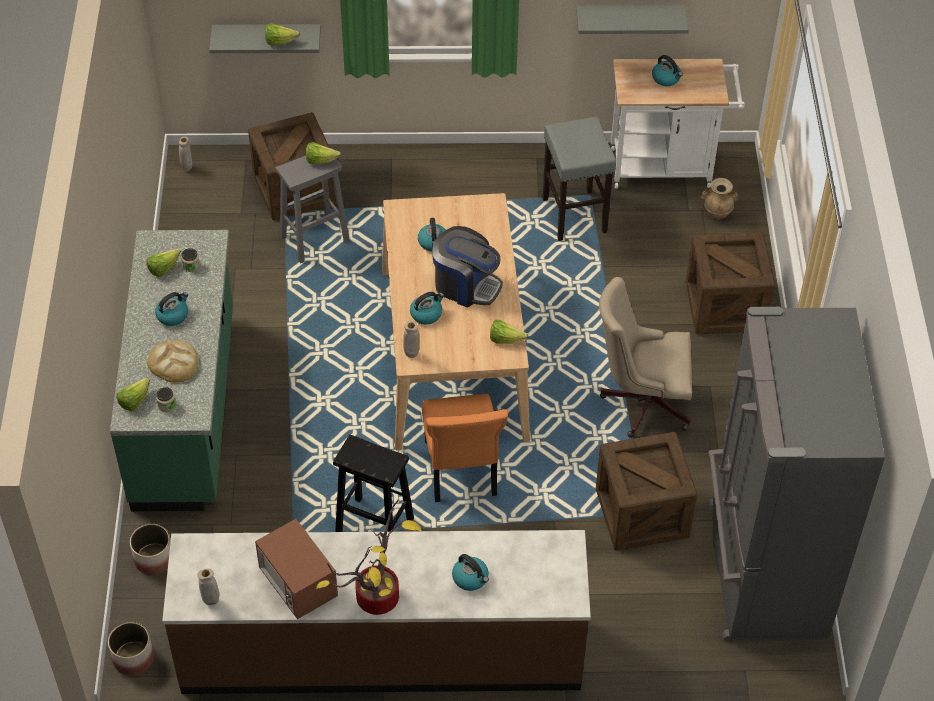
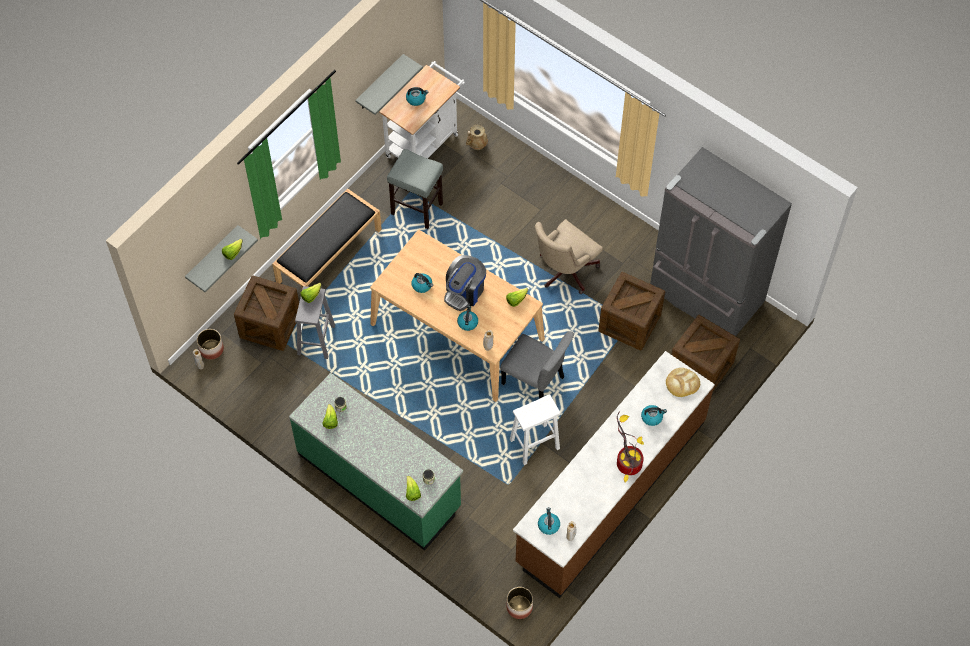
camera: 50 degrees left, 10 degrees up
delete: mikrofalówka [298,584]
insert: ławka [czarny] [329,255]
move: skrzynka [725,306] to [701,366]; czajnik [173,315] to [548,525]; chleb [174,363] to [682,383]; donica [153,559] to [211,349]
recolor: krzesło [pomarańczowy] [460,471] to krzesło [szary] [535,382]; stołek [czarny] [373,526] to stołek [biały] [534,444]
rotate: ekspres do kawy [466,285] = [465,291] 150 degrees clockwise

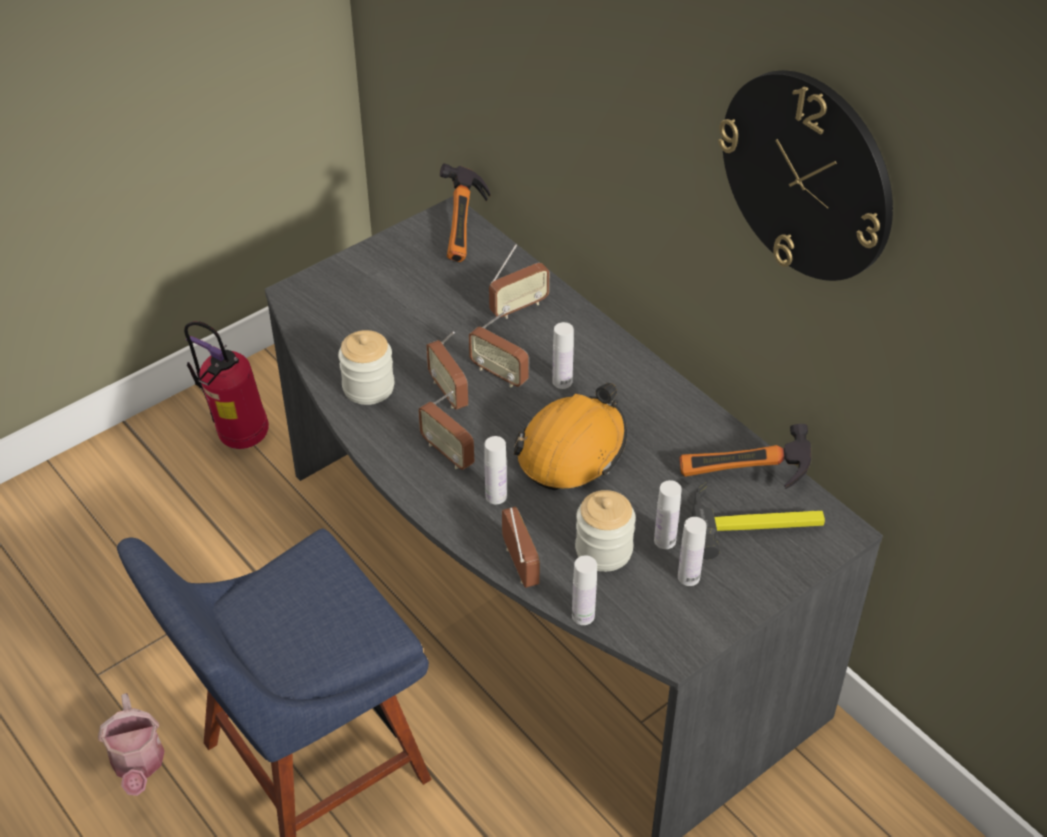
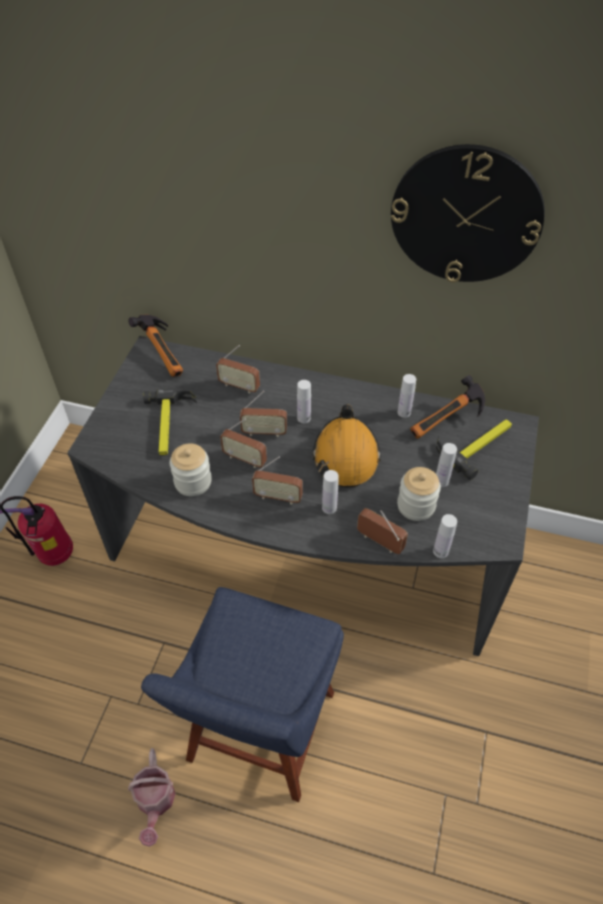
camera: 35 degrees left, 5 degrees up
insert: młotek [169,425]
move: butelka [biały] [688,577] to [404,412]
rotate: radio [519,307] = [239,386] 90 degrees clockwise; konewka [138,765] = [156,802] 45 degrees clockwise

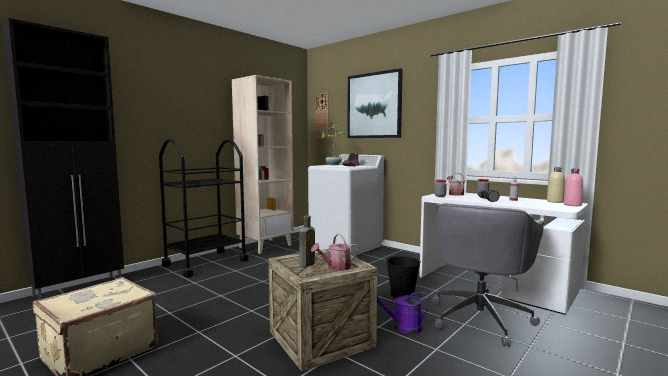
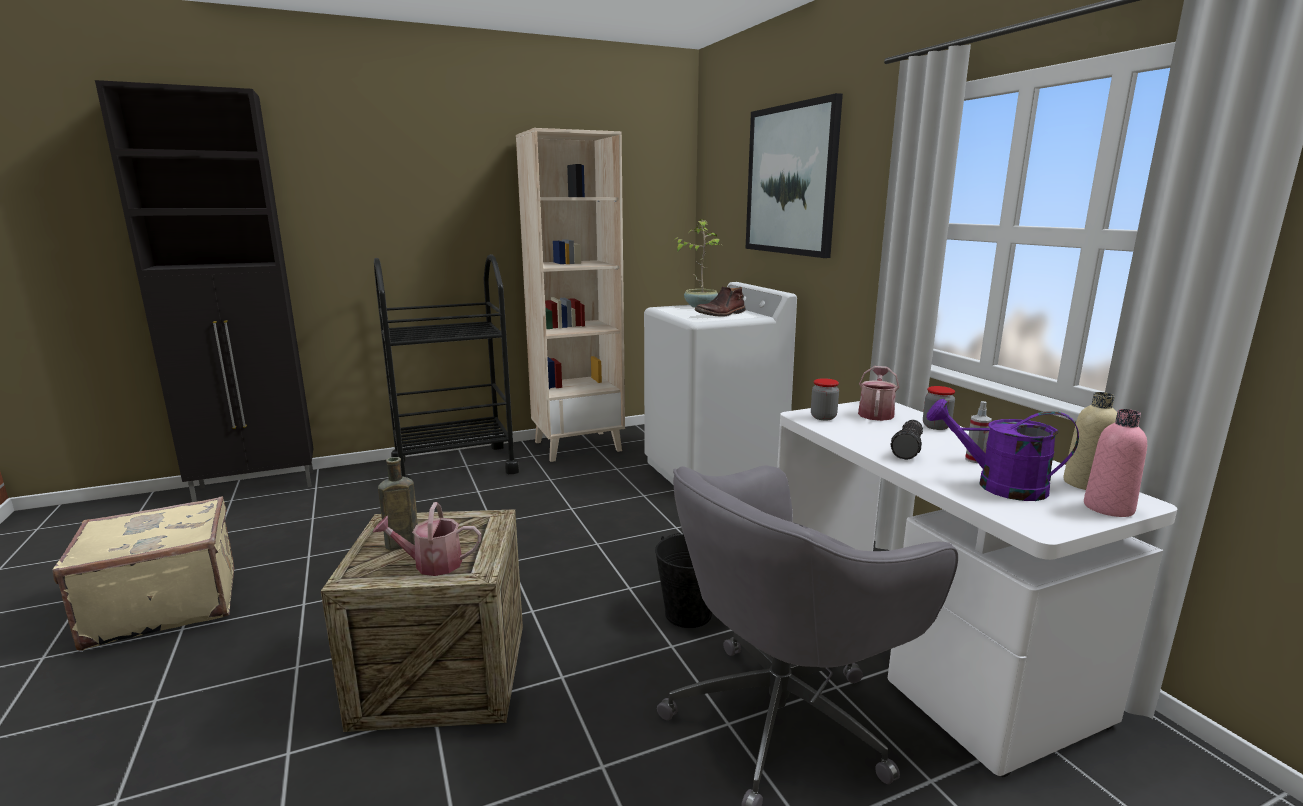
camera: 25 degrees right, 10 degrees up
delete: zegar ścienny [322,116]
move: konewka [fioletowy] [402,327] to [998,486]

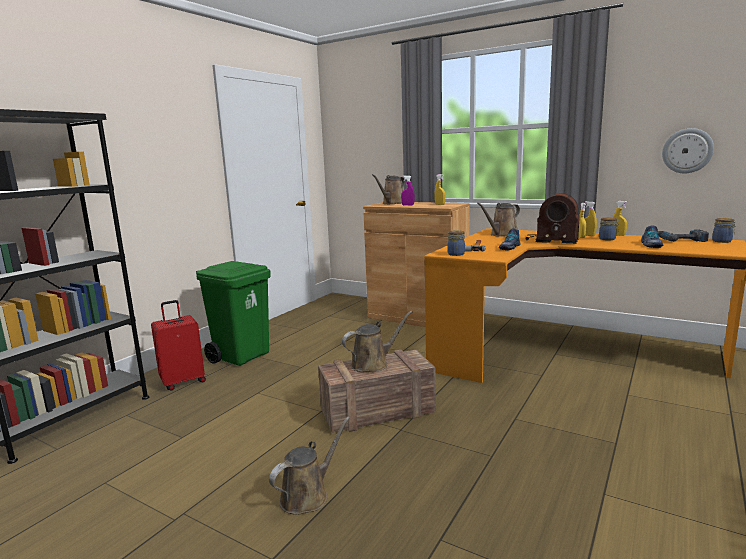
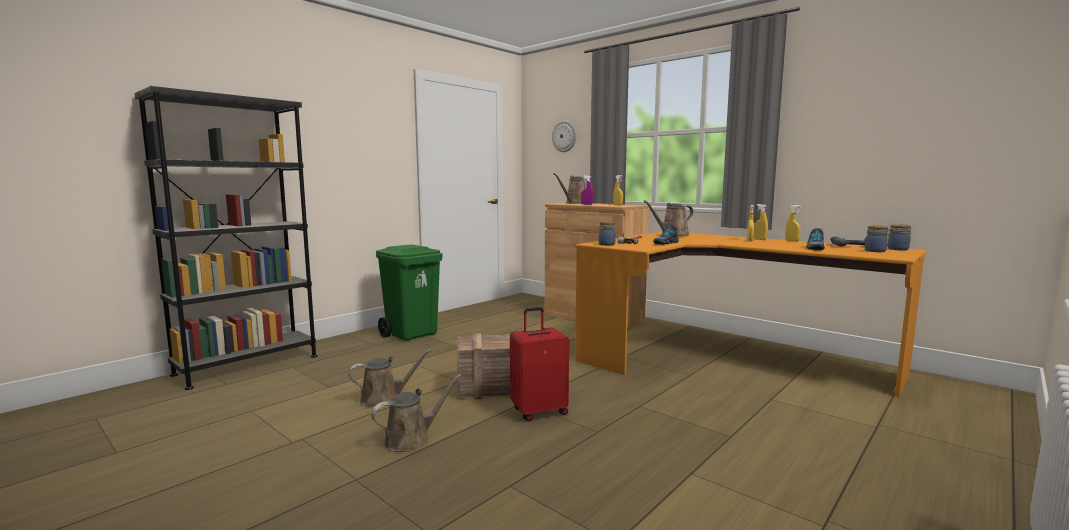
camera: 10 degrees right, 5 degrees down
delete: radio [551,240]
move: zegar ścienny [687,151] to [564,136]; słoik [608,239] to [876,251]; walizka [czerwony] [183,382] to [539,411]; konewka [brązowy] [373,364] to [384,399]

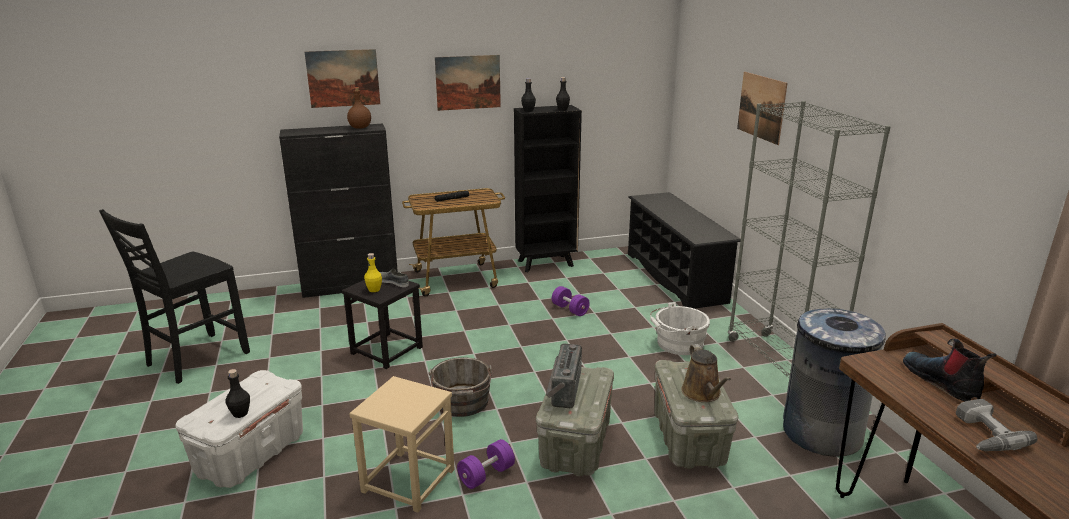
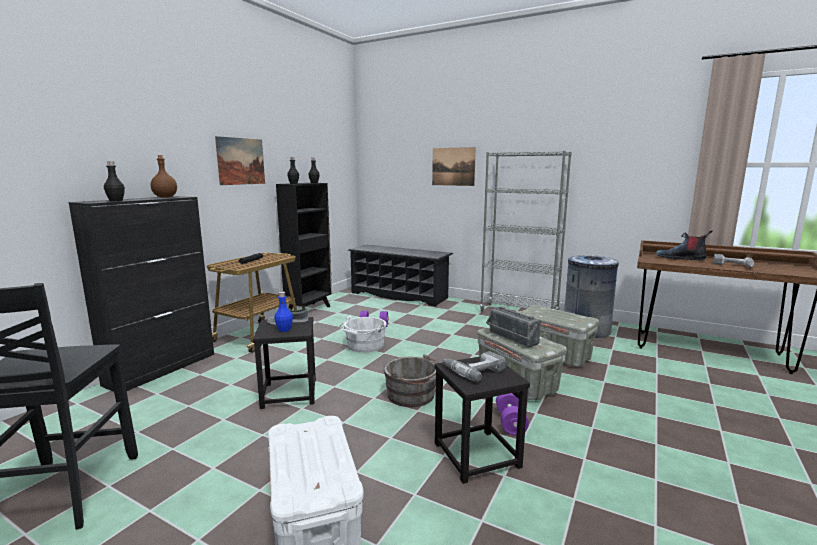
camera: 45 degrees left, 10 degrees down
delete: obraz [343,78]; konewka [brązowy] [702,393]
insert: wiertarka [473,369]
move: wiadro [biały] [677,344] to [364,346]; butelka [czarny] [240,413] to [116,200]
recolor: butelka [żółty] [374,290] to butelka [niebieski] [284,330]; stołek [beżowy] [408,480] to stołek [czarny] [476,455]

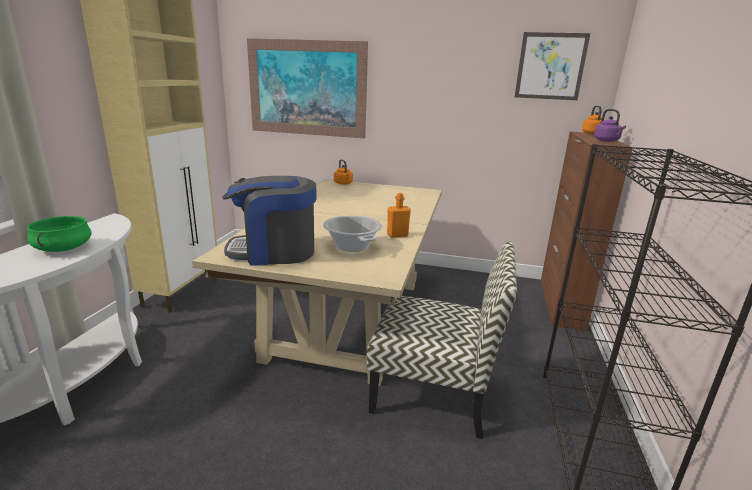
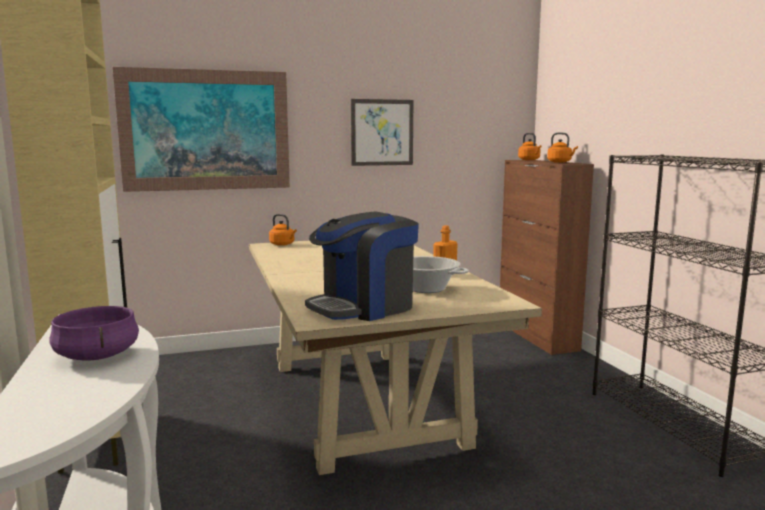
camera: 30 degrees left, 10 degrees down
delete: krzesło [434,392]
move: obraz [550,66] to [382,132]
recolor: czajnik [fioletowy] [607,140] to czajnik [pomarańczowy] [560,162]; garnek [zielony] [64,248] to garnek [fioletowy] [98,355]

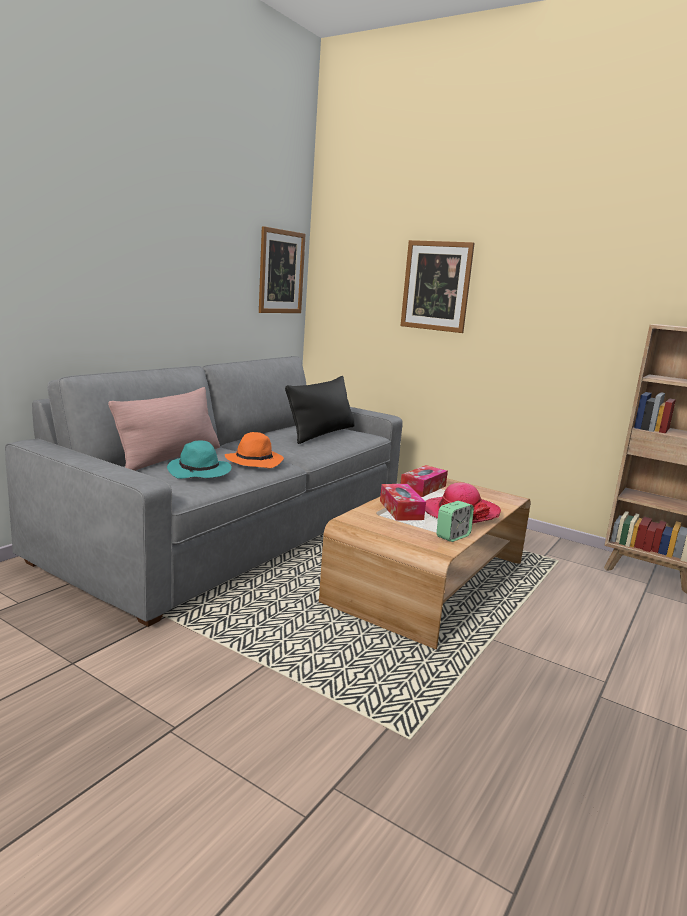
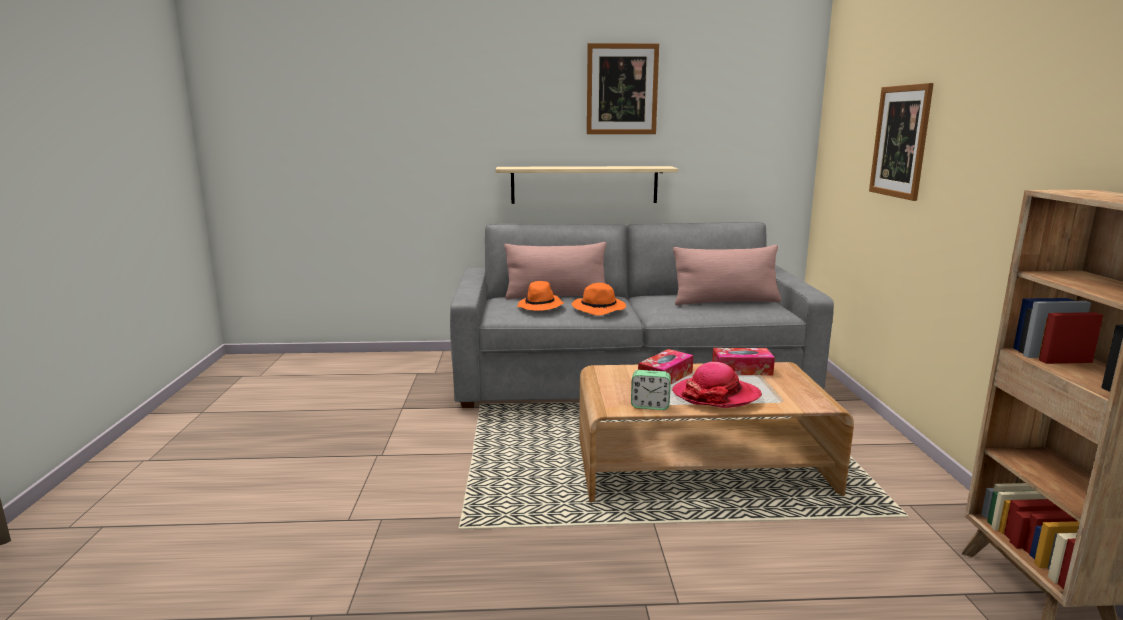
camera: 55 degrees right, 0 degrees up
insert: półka [584,184]
move: obraz [281,272] to [622,89]
recolor: poduszka [czarny] [321,433] to poduszka [różowy] [726,301]; kapelusz [turkusowy] [200,472] to kapelusz [pomarańczowy] [540,307]

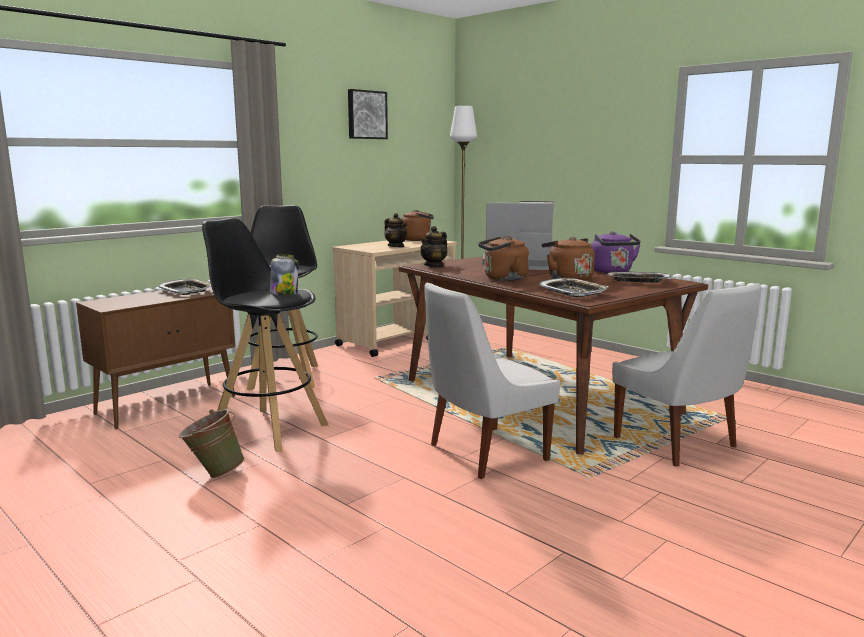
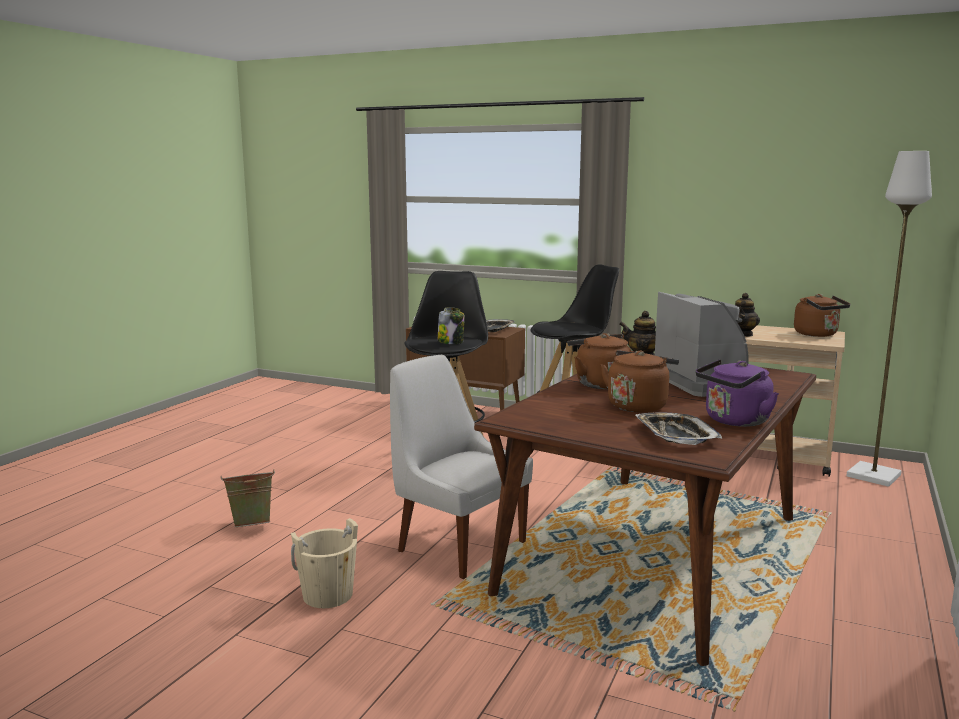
camera: 70 degrees right, 0 degrees up
delete: obraz [366,115]; taca [572,292]; krzesło [biały] [678,444]
insert: wiadro [beżowy] [328,595]
move: wiadro [zielony] [213,473] to [252,525]

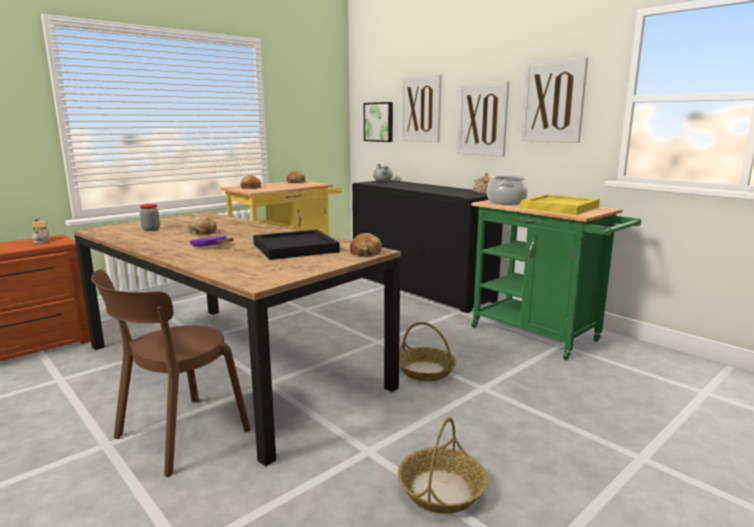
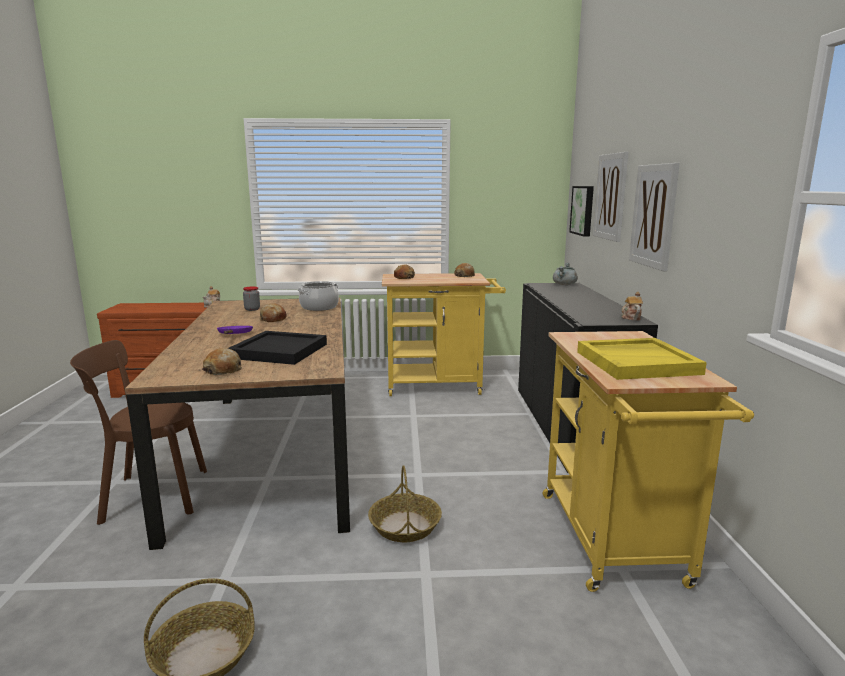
camera: 40 degrees right, 0 degrees up
delete: obraz [552,101]
move: garnek [506,202] to [319,307]; chleb [365,253] to [223,370]
recolor: wózek [zielony] [541,336] to wózek [żółty] [616,544]

